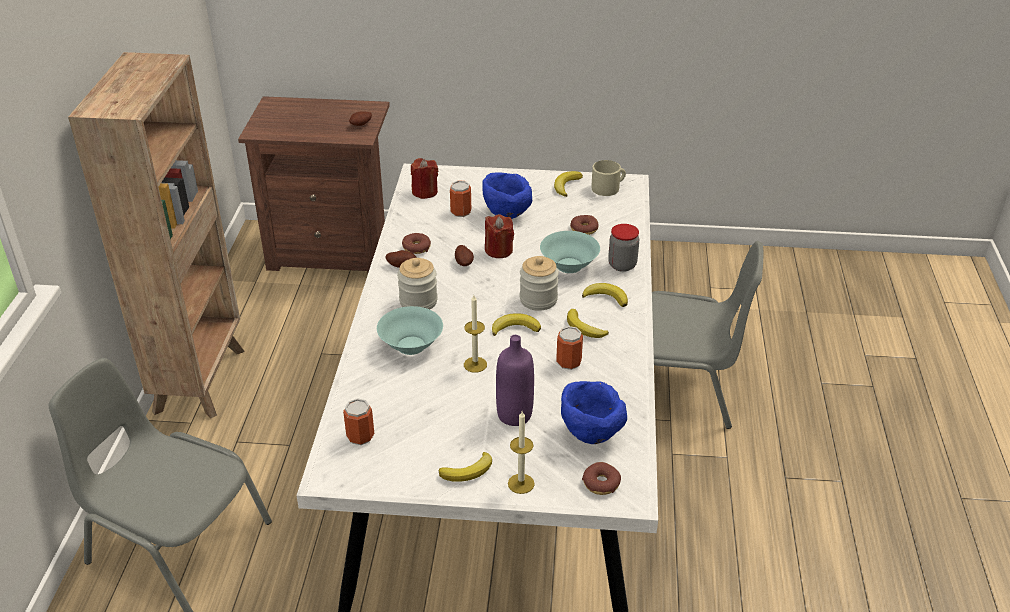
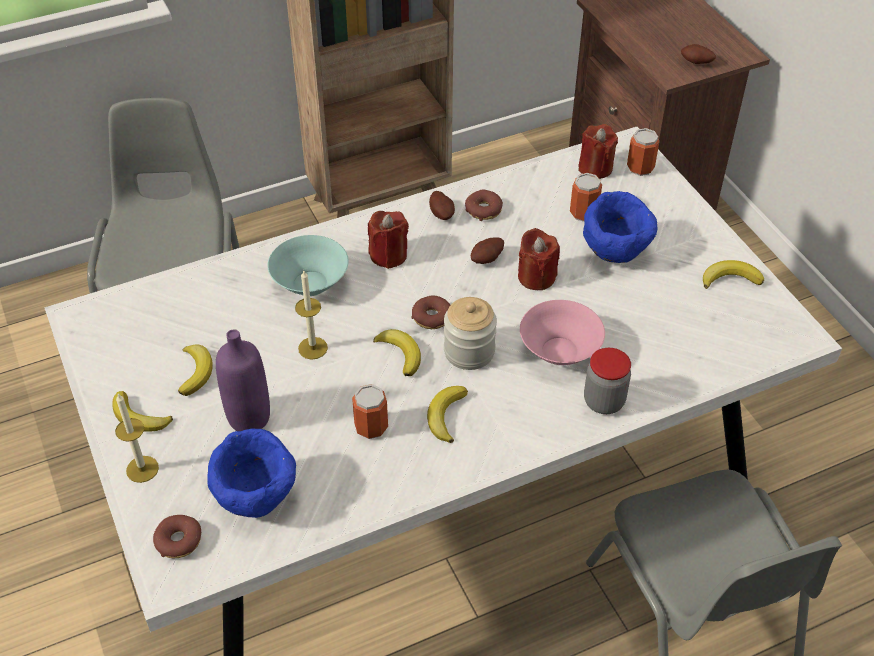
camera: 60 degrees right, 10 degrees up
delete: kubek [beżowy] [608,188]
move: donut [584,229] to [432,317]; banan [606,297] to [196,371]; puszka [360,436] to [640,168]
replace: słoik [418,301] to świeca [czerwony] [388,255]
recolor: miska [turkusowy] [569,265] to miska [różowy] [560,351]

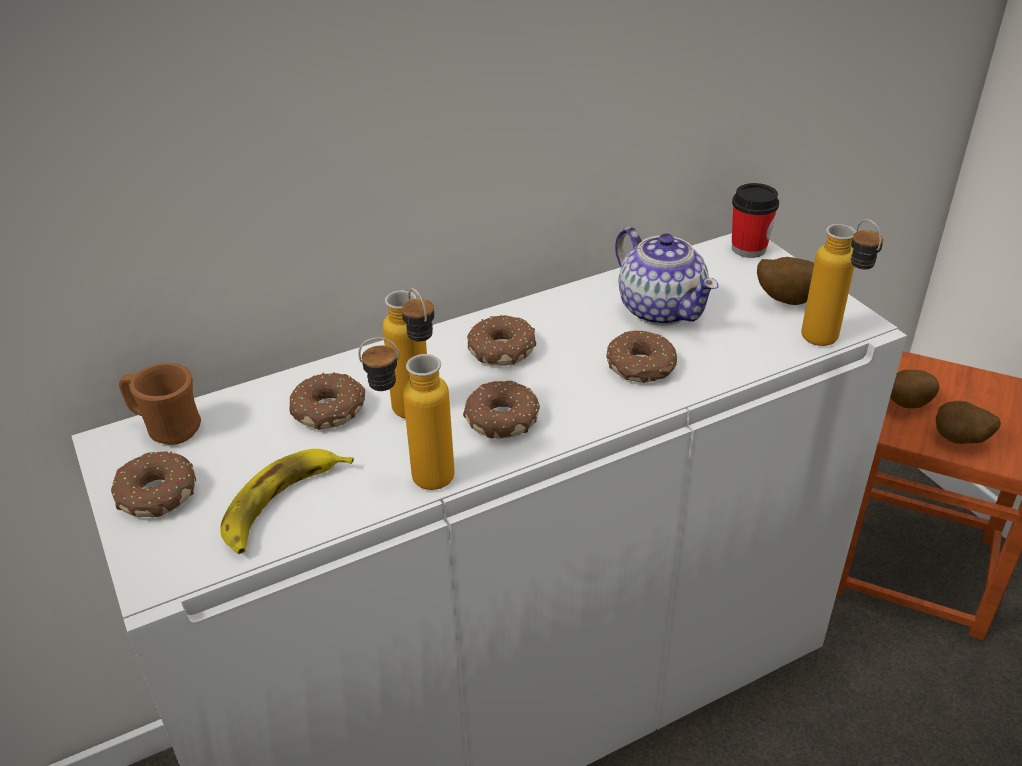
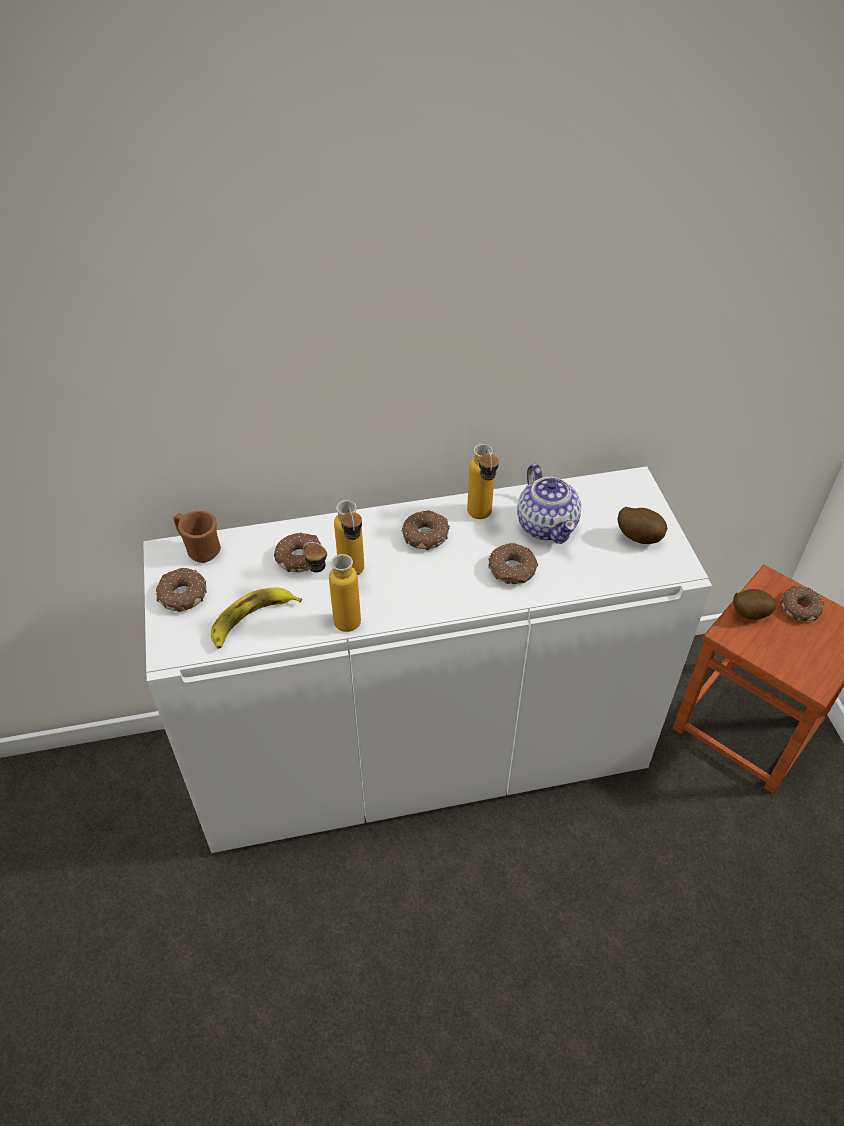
camera: 15 degrees right, 10 degrees up
delete: filiżanka [748,248]; ziemniak [959,441]
move: butelka [829,345] to [481,519]; donut [501,418] to [800,607]

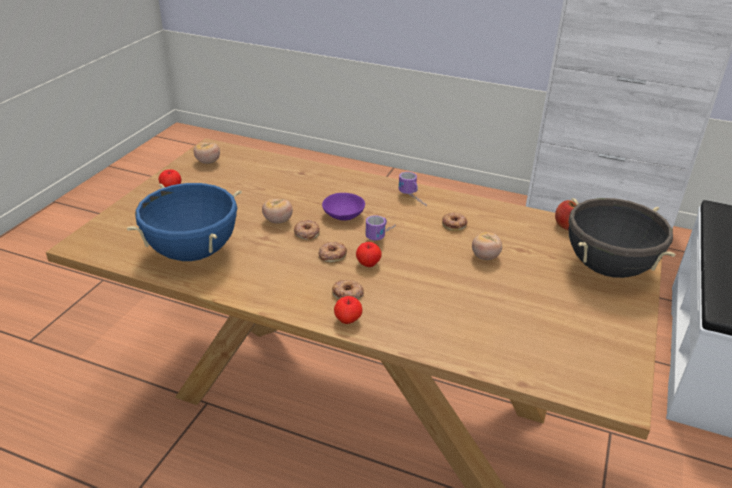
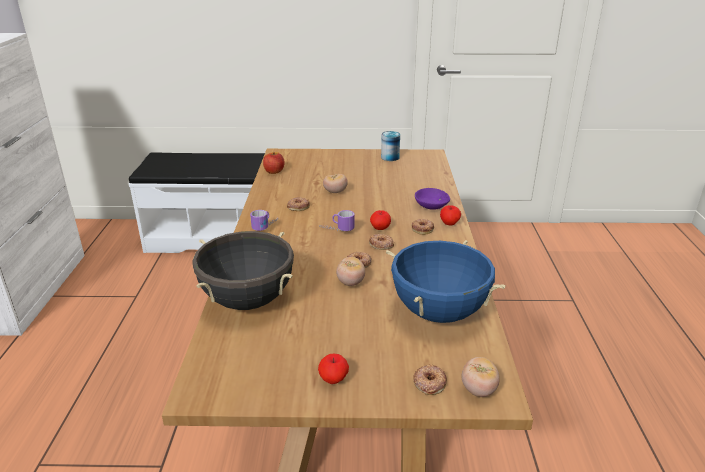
camera: 110 degrees left, 5 degrees down
insert: puszka [390,157]; donut [429,383]
move: pomidor [208,162] to [478,390]; miska [fioletowy] [344,214] to [430,206]; garnek [czarny] [608,268] to [247,300]

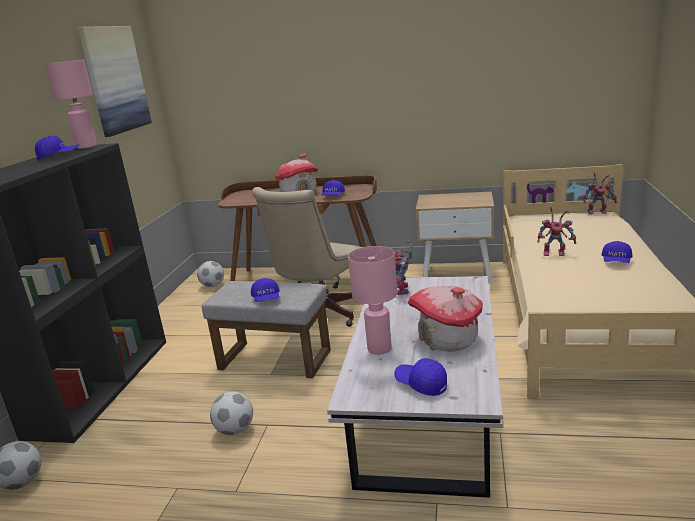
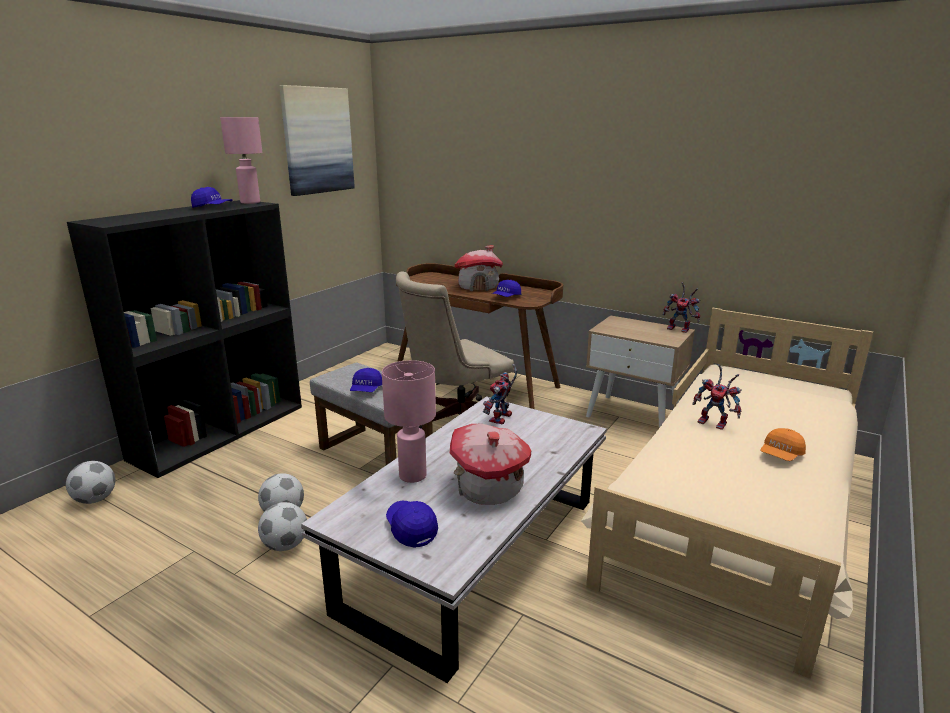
camera: 20 degrees right, 0 degrees up
move: robot zabawkowy [598,212] to [680,329]; piłka futbolowa [212,285] to [285,545]
recolor: czapka z daszkiem [niebieski] [616,261] to czapka z daszkiem [pomarańczowy] [780,455]

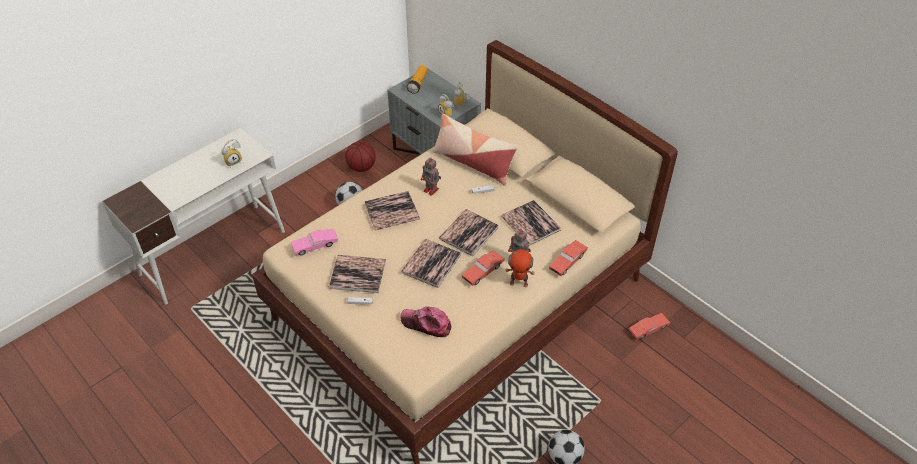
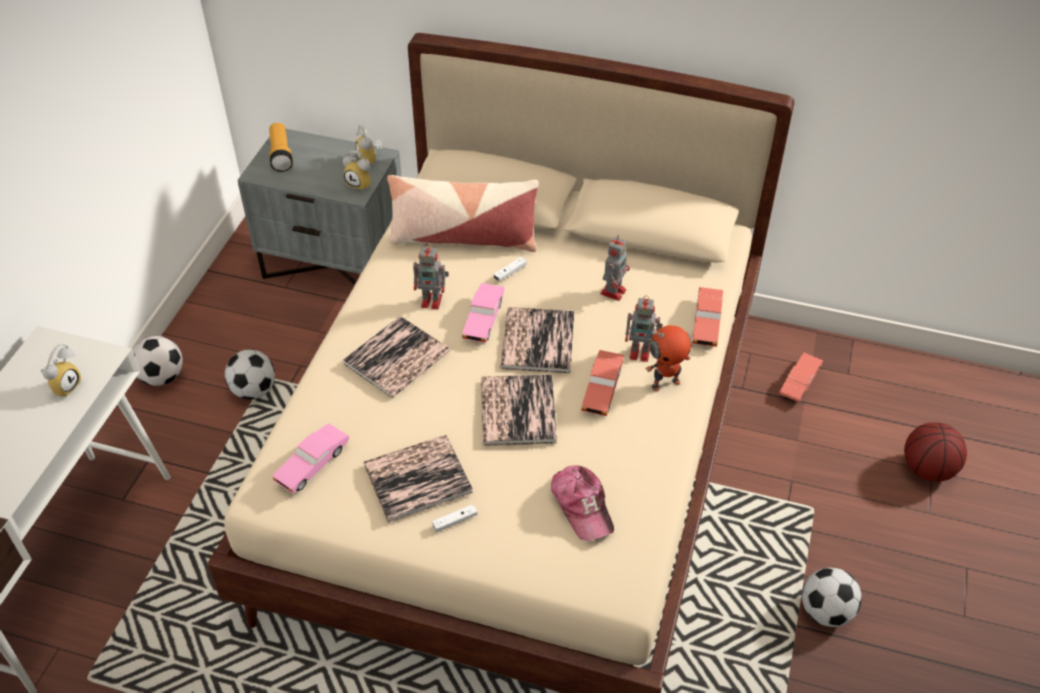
camera: 30 degrees left, 0 degrees up
insert: samochodzik [różowy] [483,319]; piłka futbolowa [162,377]
move: piłka do koszykówki [361,167] to [927,469]
replace: książka [530,223] to robot zabawkowy [613,291]
rotate: czapka z daszkiem [426,324] = [582,506] 105 degrees counterclockwise

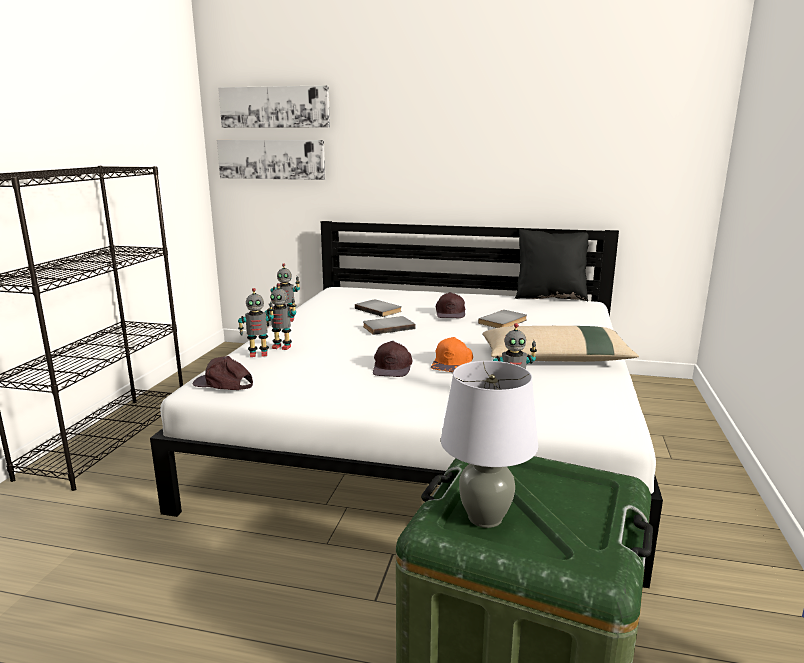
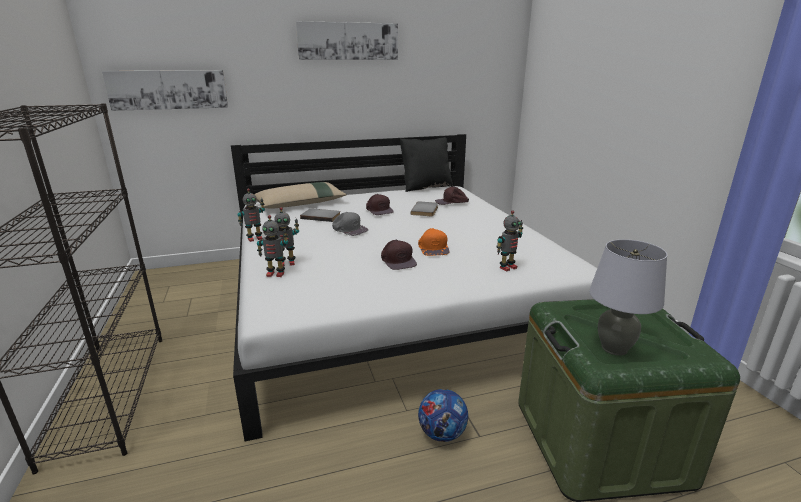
camera: 30 degrees left, 5 degrees up
insert: piłka futbolowa [442,433]
move: obraz [274,107] to [348,41]; poduszka [beżowy] [556,358] to [301,204]; czapka z daszkiem [brązowy] [223,384] to [451,202]
replace: książka [szary] [388,327] to czapka z daszkiem [szary] [349,229]
rotate: robot zabawkowy [258,354] = [276,274] 45 degrees clockwise

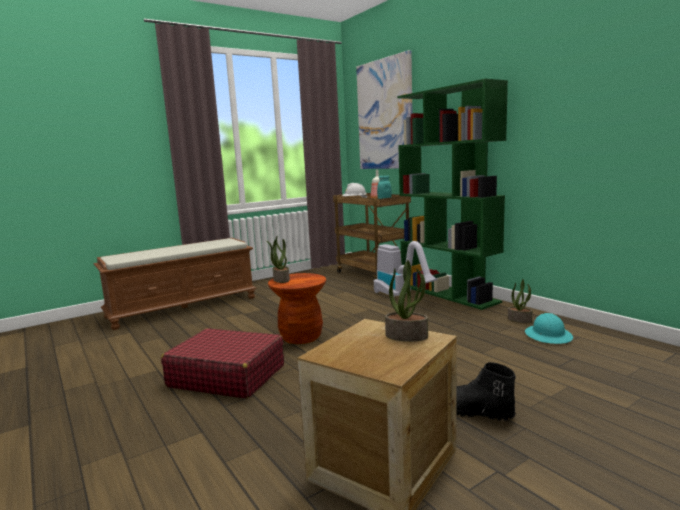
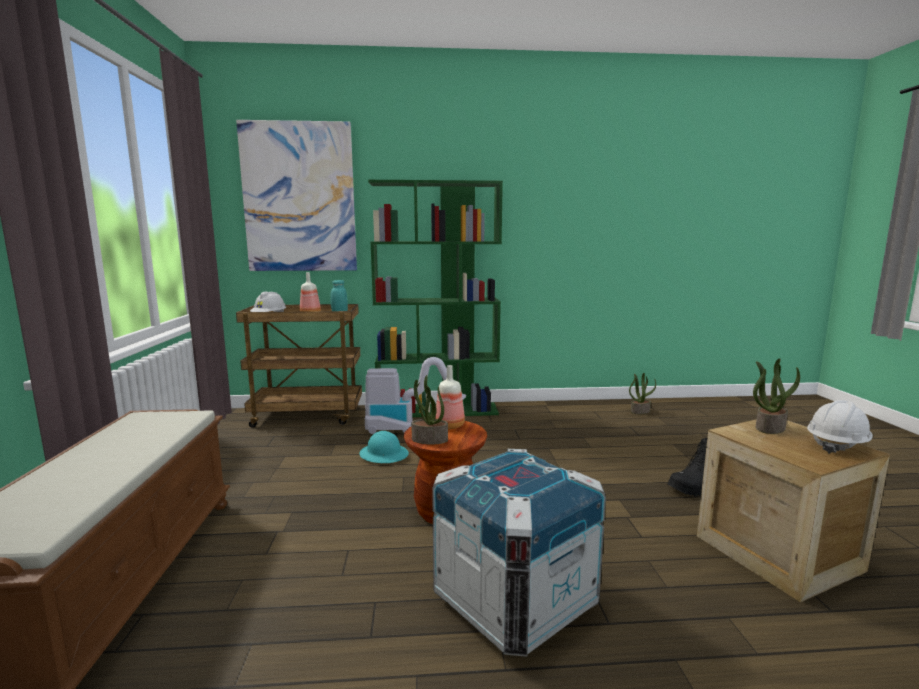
camera: 60 degrees left, 0 degrees up
insert: butelka [448,426]; kask [biały] [836,445]
move: roślina doniczkowa [520,320] to [640,411]; kask [turkusowy] [548,336] to [384,454]
replace: walizka [czerwony] [226,376] to skrzynka [514,600]

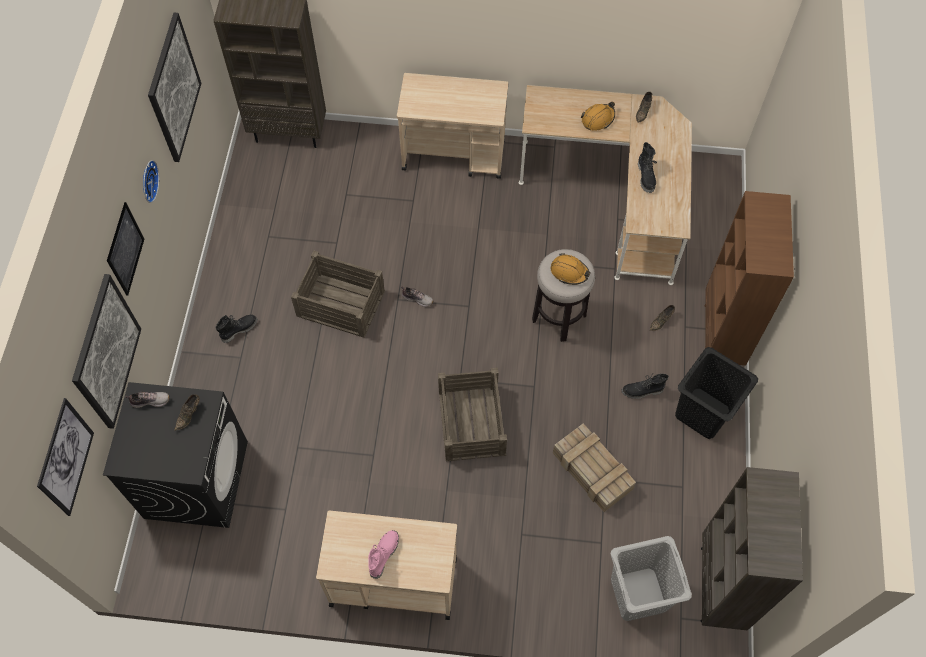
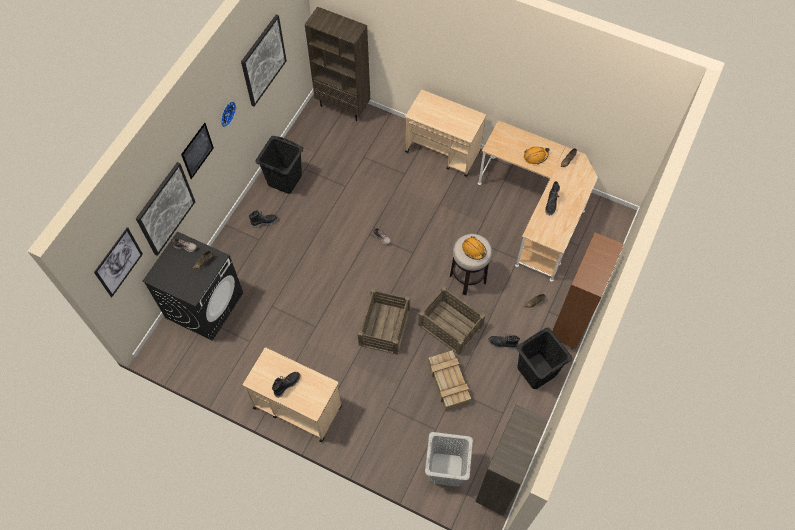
camera: 20 degrees right, 0 degrees up
insert: kosz na pranie [czarny] [285,180]
move: skrzynka [341,304] to [450,326]
recolor: but z cholewką [różowy] [383,554] to but z cholewką [czarny] [287,384]

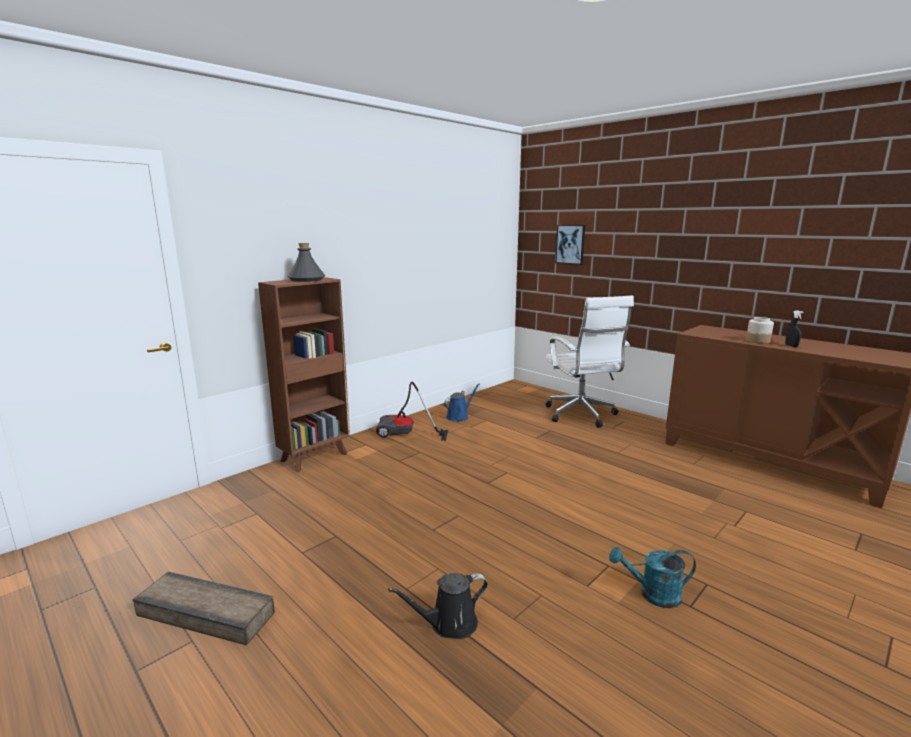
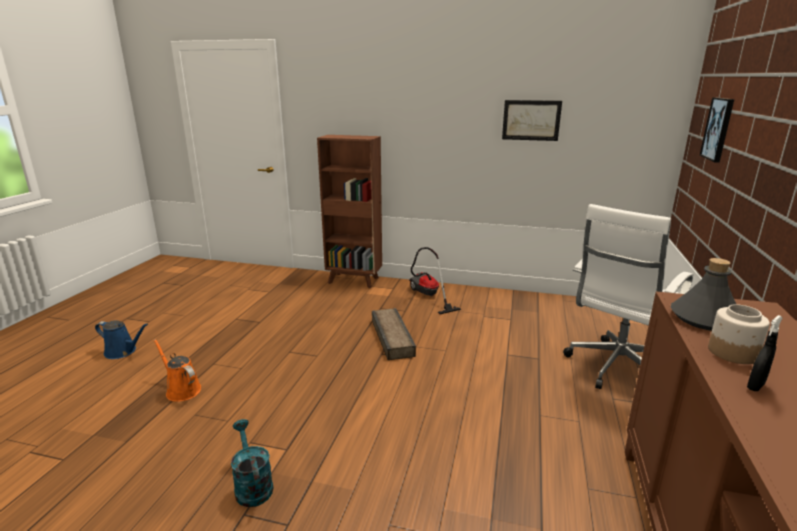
camera: 60 degrees right, 5 degrees up
insert: obraz [531,120]
move: butelka [szary] [306,280] to [704,319]; konewka [niebieski] [459,416] to [123,351]; skrzynka [206,612] to [393,337]
recolor: konewka [czarny] [449,624] to konewka [pomarańczowy] [181,390]

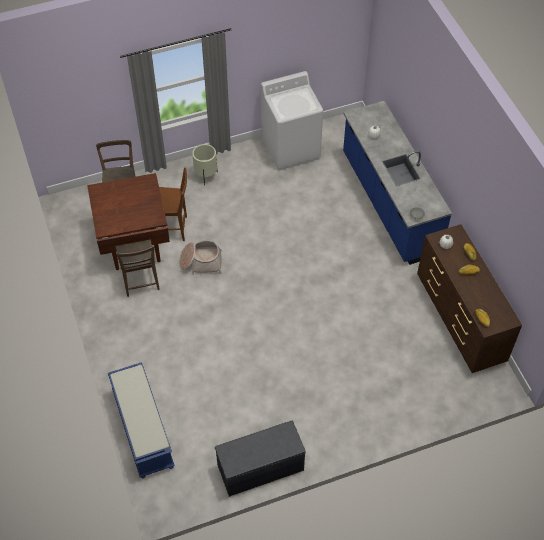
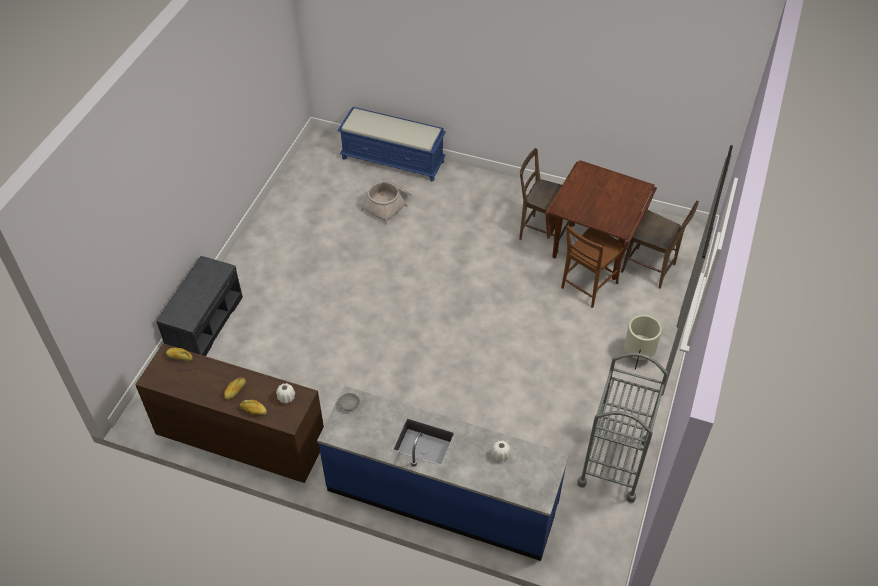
camera: 130 degrees right, 5 degrees down
move: koszyk [201,262] to [388,205]; ławka [szary] [260,468] to [205,322]
replace: pralka [biały] [291,148] to wózek [szary] [614,462]

